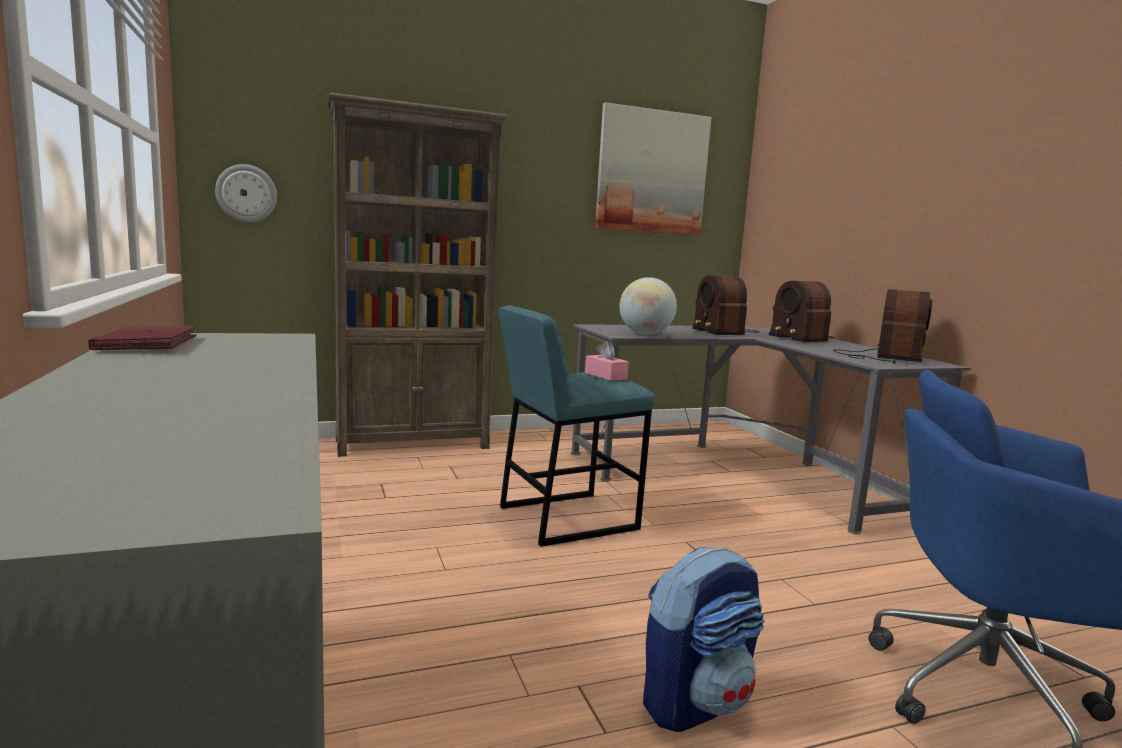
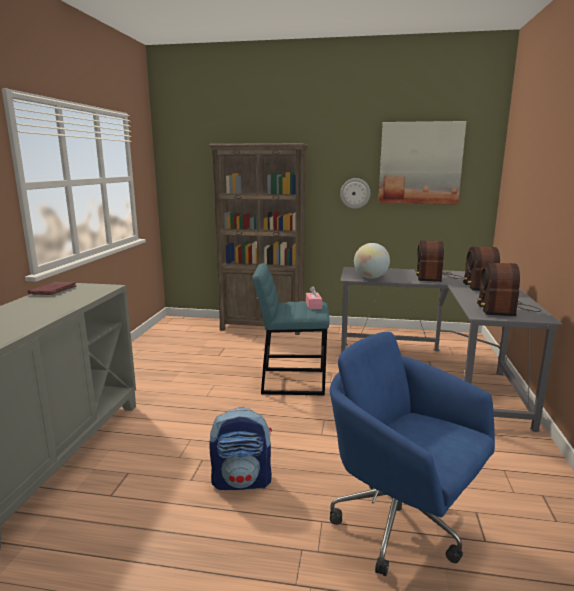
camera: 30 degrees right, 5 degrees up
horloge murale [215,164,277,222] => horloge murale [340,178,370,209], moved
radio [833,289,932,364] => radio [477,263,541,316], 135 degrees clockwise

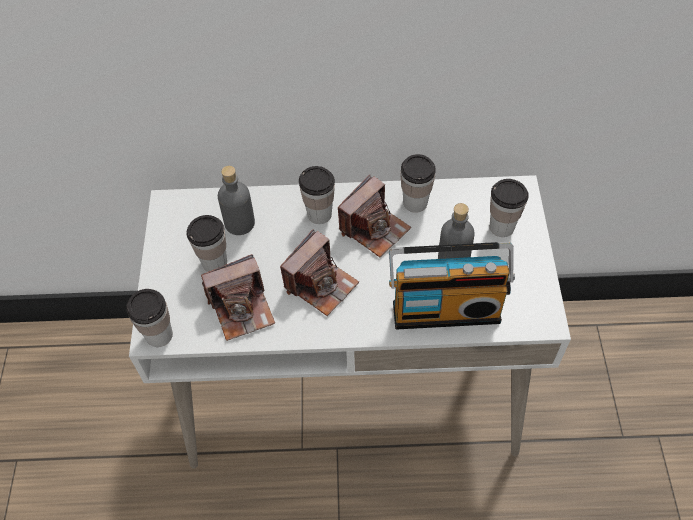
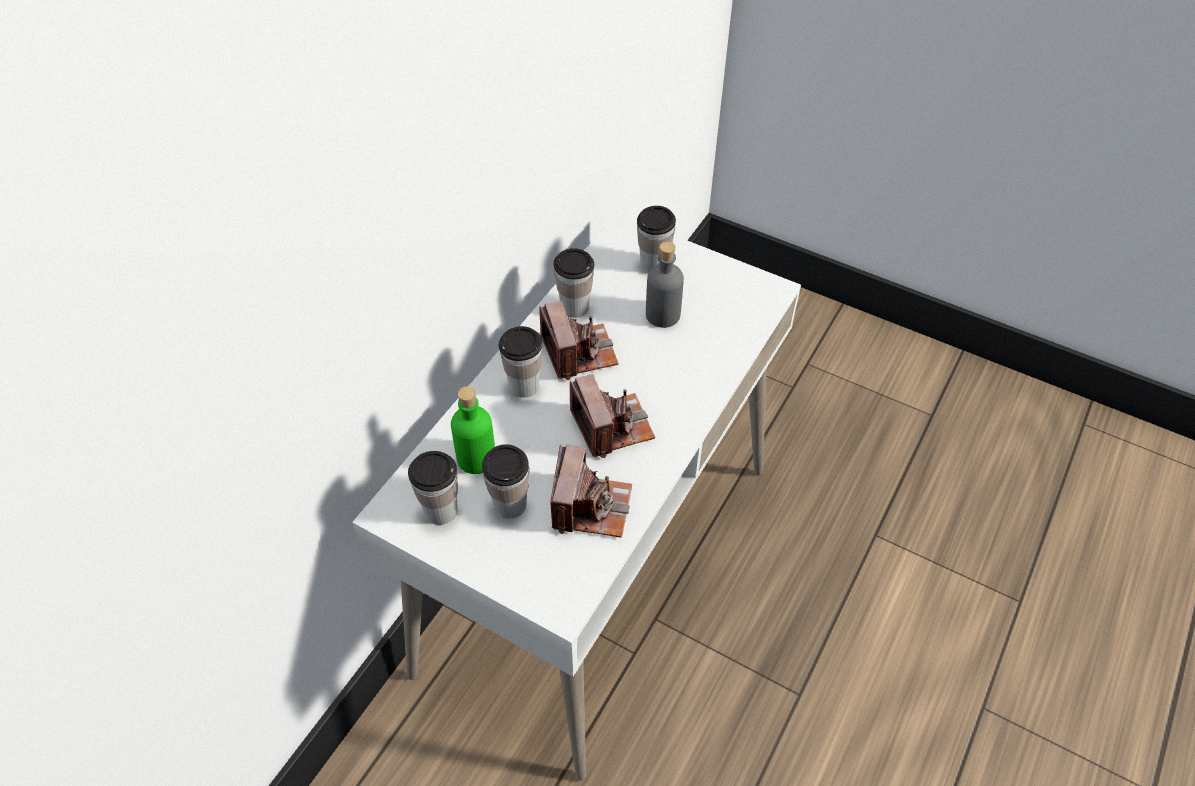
camera: 60 degrees left, 5 degrees down
bouteille/gris [218,166,255,235] => bouteille/vert [451,386,495,474]
radio [389,242,515,330] => nothing
tasse [126,289,173,347] => tasse [408,451,458,525], moved

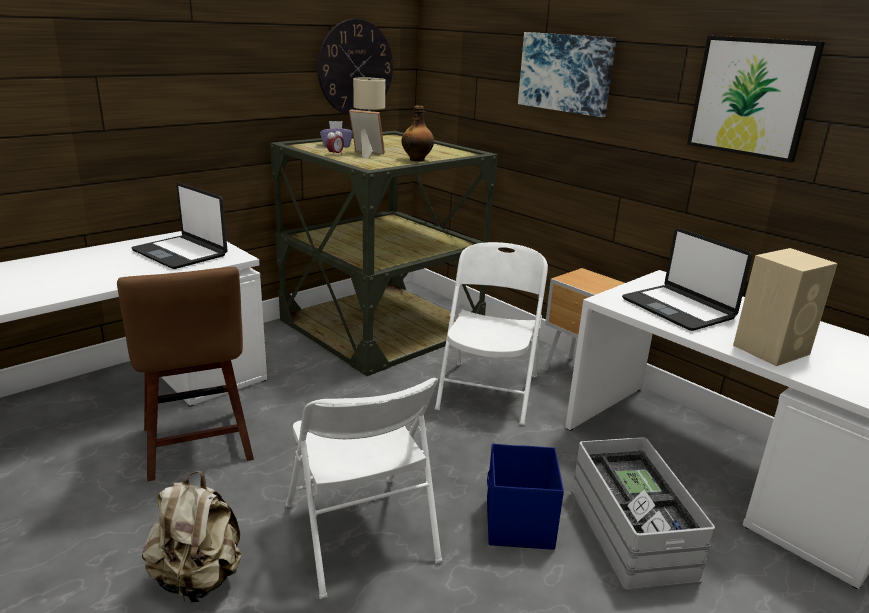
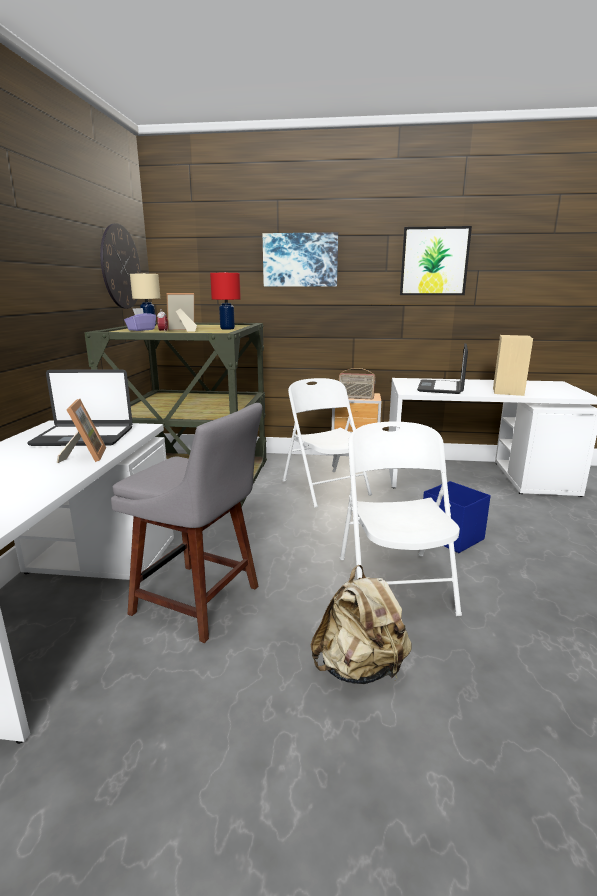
camera: 40 degrees left, 5 degrees down
bouteille [402,106,434,161] => lampe de table/rouge [210,272,241,330]
ordinateur portable [622,228,752,331] => ordinateur portable [417,343,468,394], 90 degrees clockwise
tabouret/marron [117,267,254,482] => tabouret/gris [111,403,262,643]
chaise/blanc [286,378,442,599] => chaise/blanc [340,422,462,616], 120 degrees counterclockwise
boîte de rangement/gris [571,437,715,591] => nothing
nothing => radio [339,368,376,399]
nothing => cadre photo [57,399,106,463]

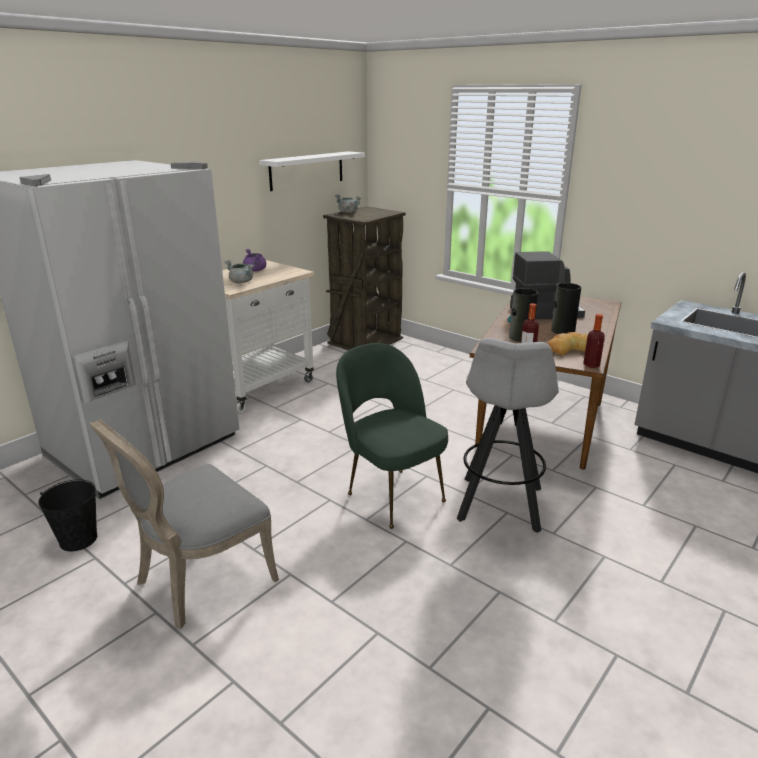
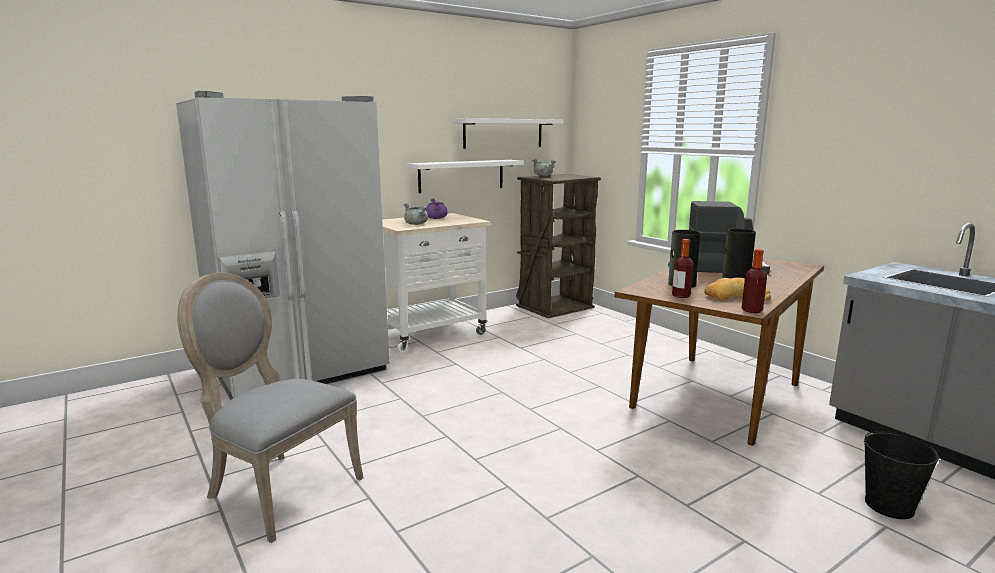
camera: 15 degrees right, 10 degrees down
tabouret/gris [457,338,559,533] => nothing
chaise/vert [336,343,448,529] => nothing
chaise/gris [90,419,279,630] => chaise/gris [177,273,364,543], 60 degrees clockwise
seau/noir [38,479,97,551] => seau/noir [864,431,939,519], moved
nothing => étagère/blanc [408,160,524,193]

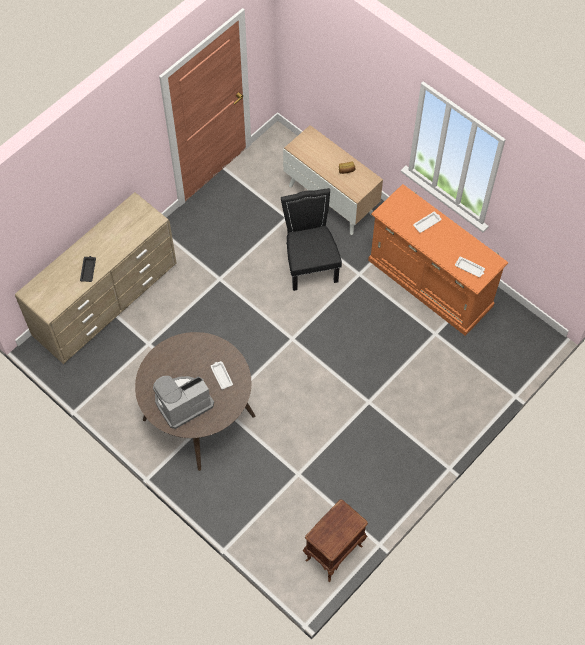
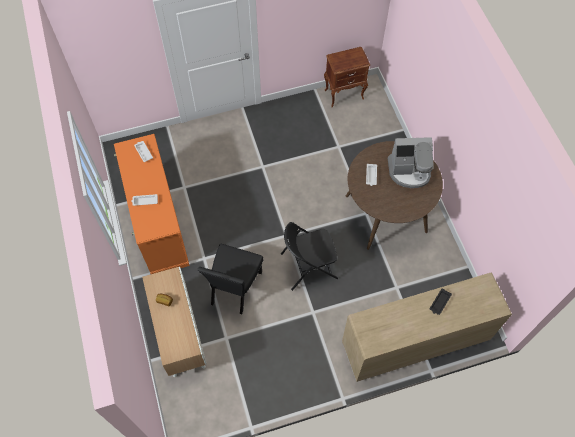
camera: 150 degrees left, 0 degrees up
nothing => chaise/noir [281,222,338,291]

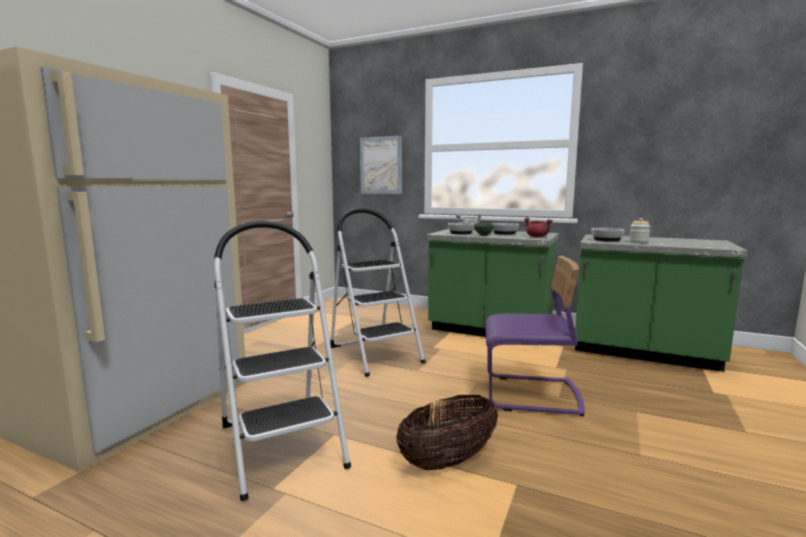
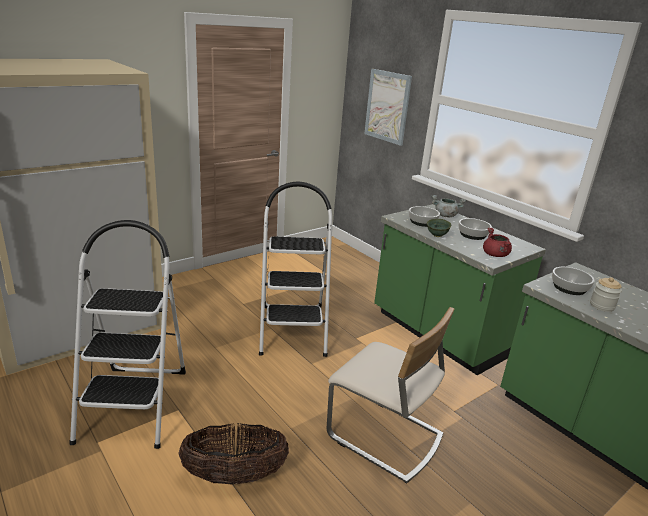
camera: 25 degrees right, 15 degrees up
chaise/violet [485,256,585,416] => chaise/beige [326,307,455,484]

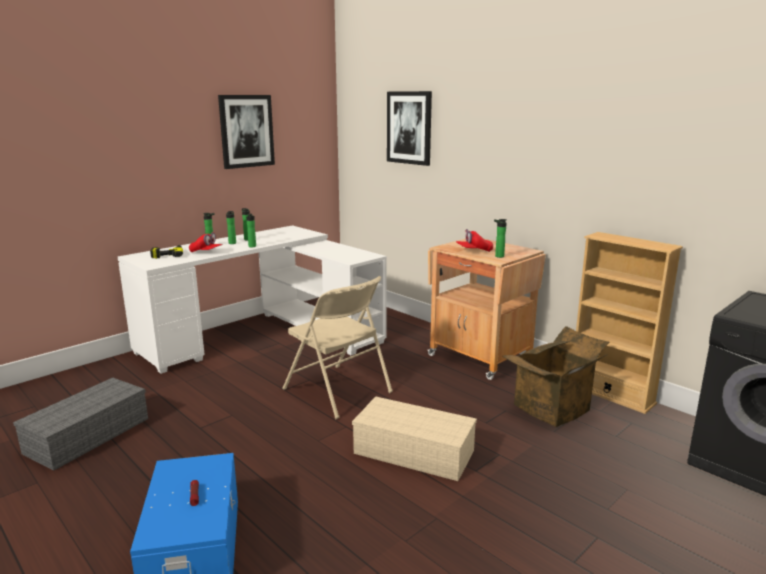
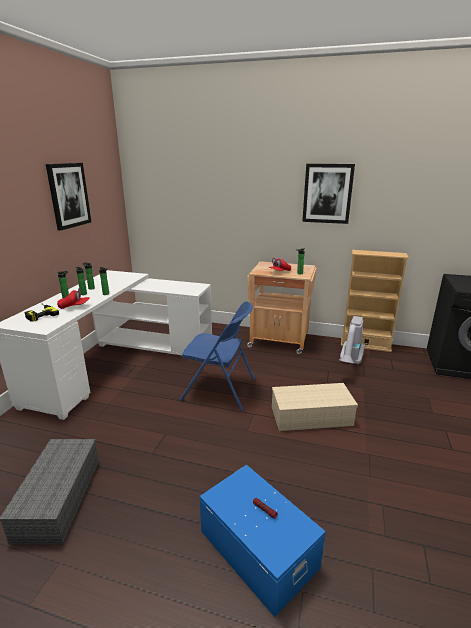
camera: 30 degrees left, 5 degrees up
tableau [387,91,432,166] => tableau [302,164,355,224], moved
chaise/beige [282,276,393,419] => chaise/bleu [180,301,255,411]
carton [502,326,609,427] => aspirateur [339,316,365,365]

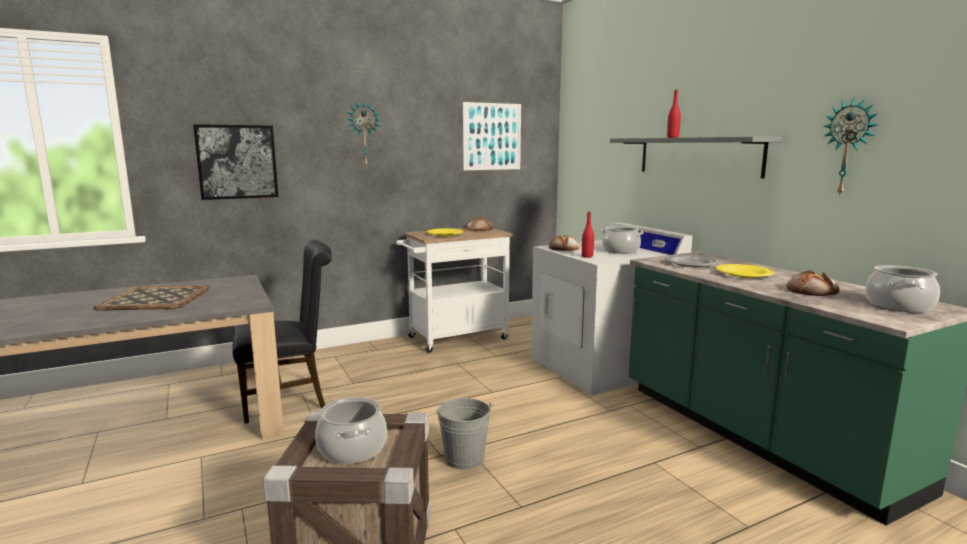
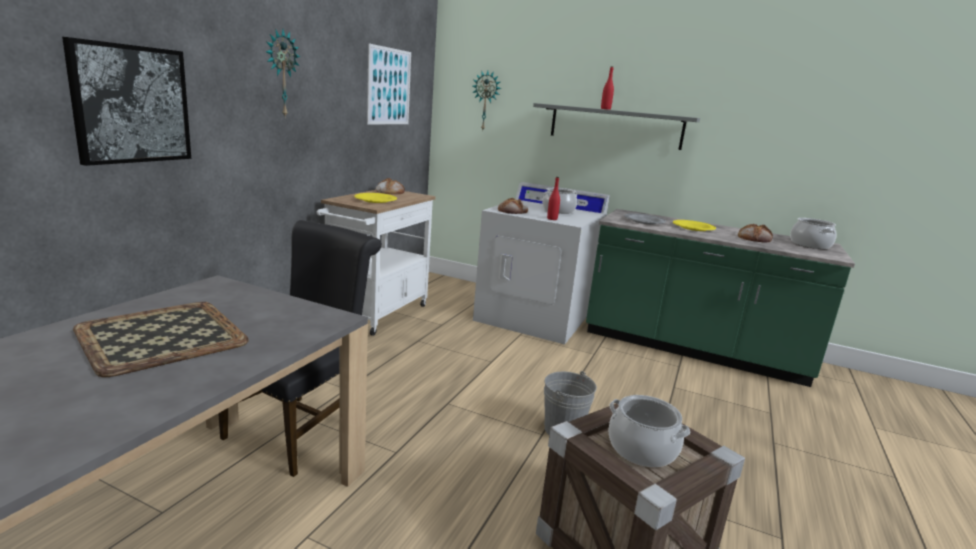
camera: 40 degrees left, 5 degrees up
horloge murale [823,97,878,197] => horloge murale [472,71,501,129], moved

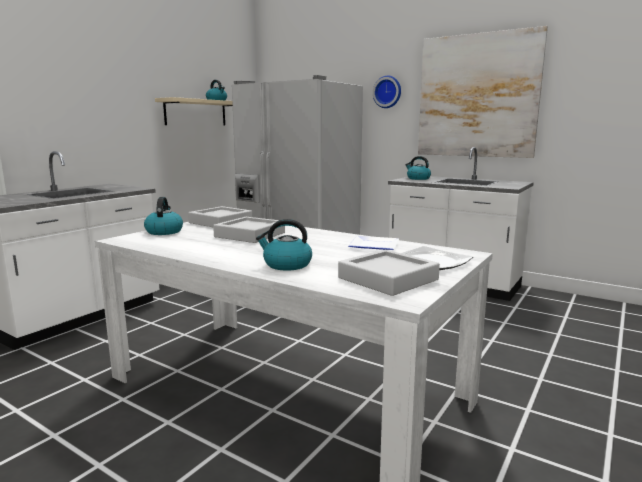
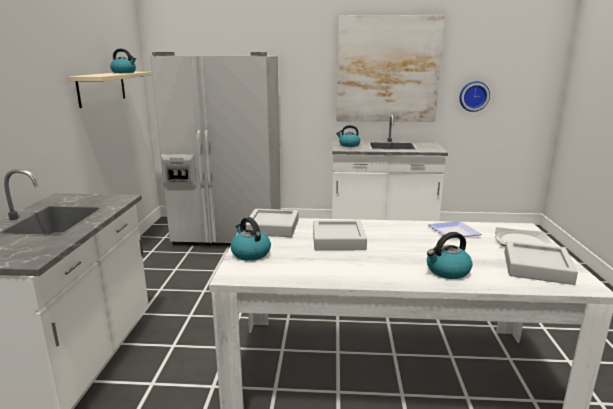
camera: 30 degrees left, 5 degrees up
horloge murale [373,76,401,108] => horloge murale [459,81,490,112], moved

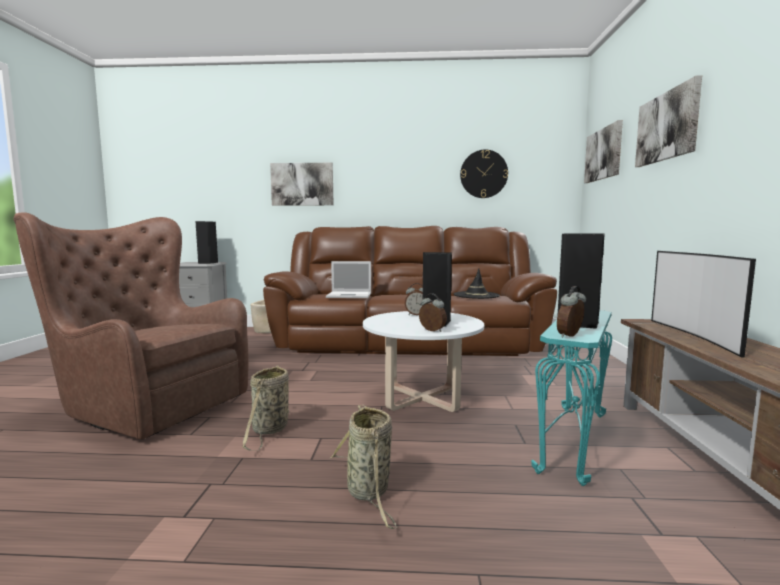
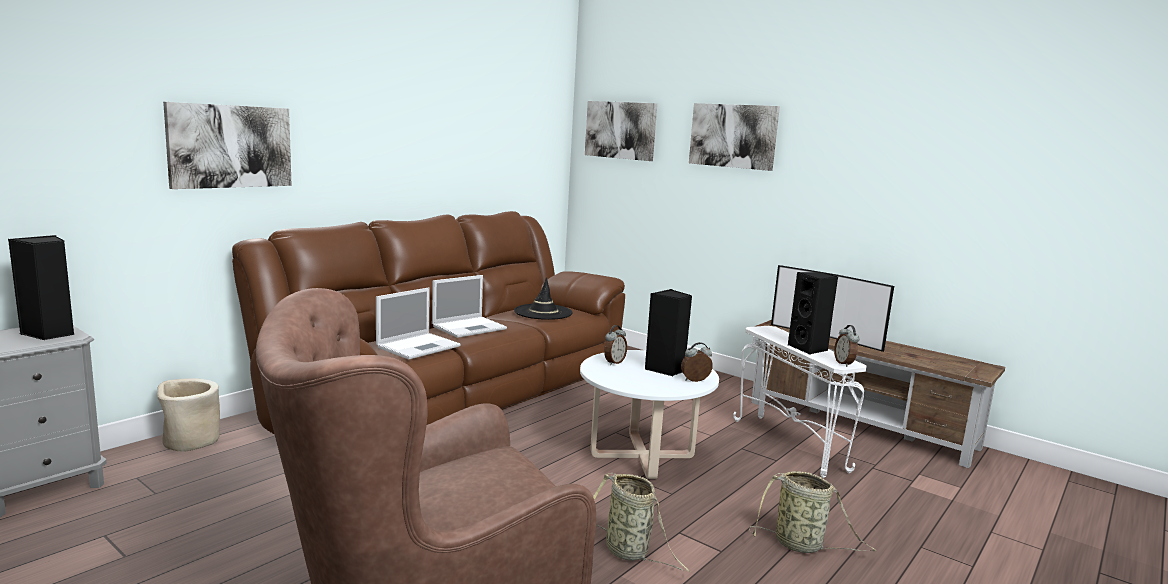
camera: 55 degrees left, 5 degrees up
horloge murale [460,150,508,198] => nothing
table d'appoint/turquoise [531,310,612,486] => table d'appoint/blanc [733,326,867,478]
nothing => ordinateur portable [432,275,507,338]

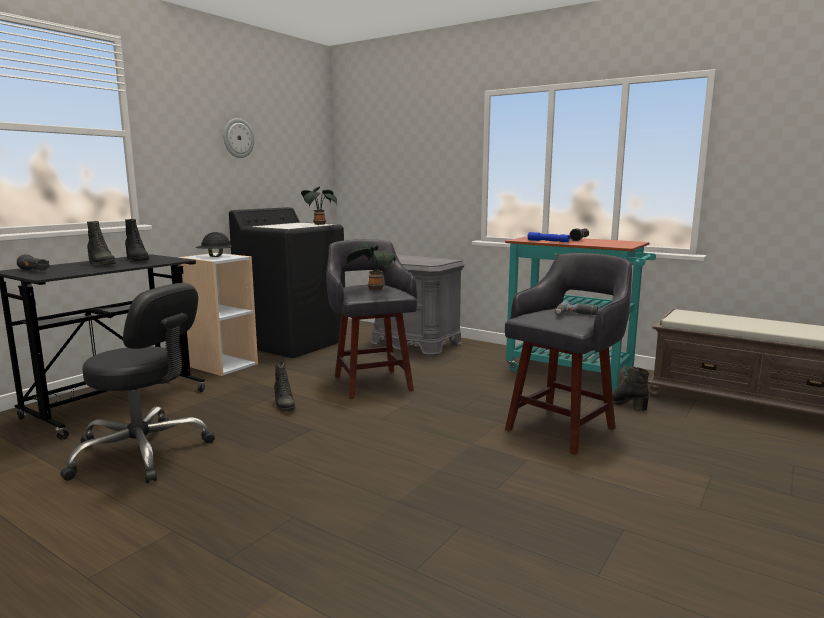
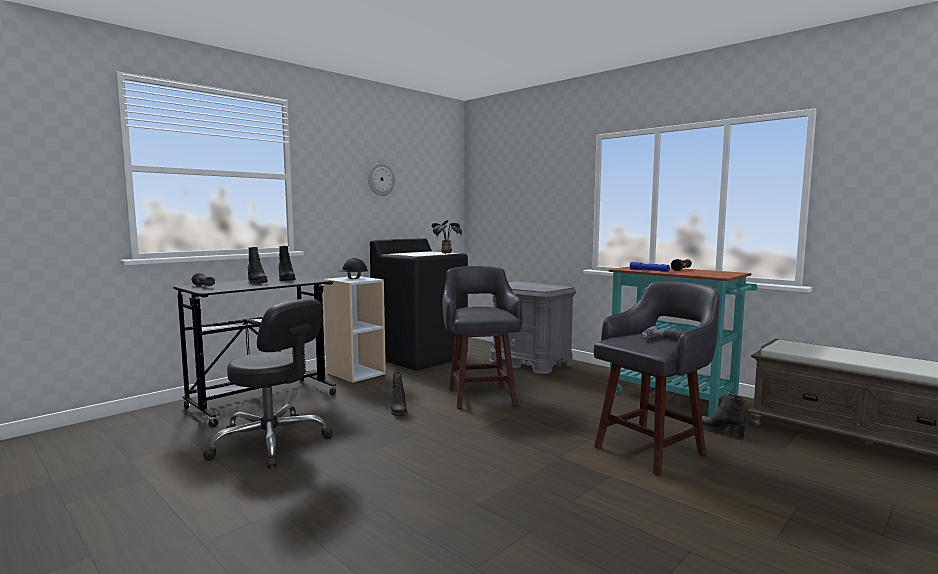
camera: 10 degrees right, 5 degrees down
plante en pot [346,242,396,291] => nothing

